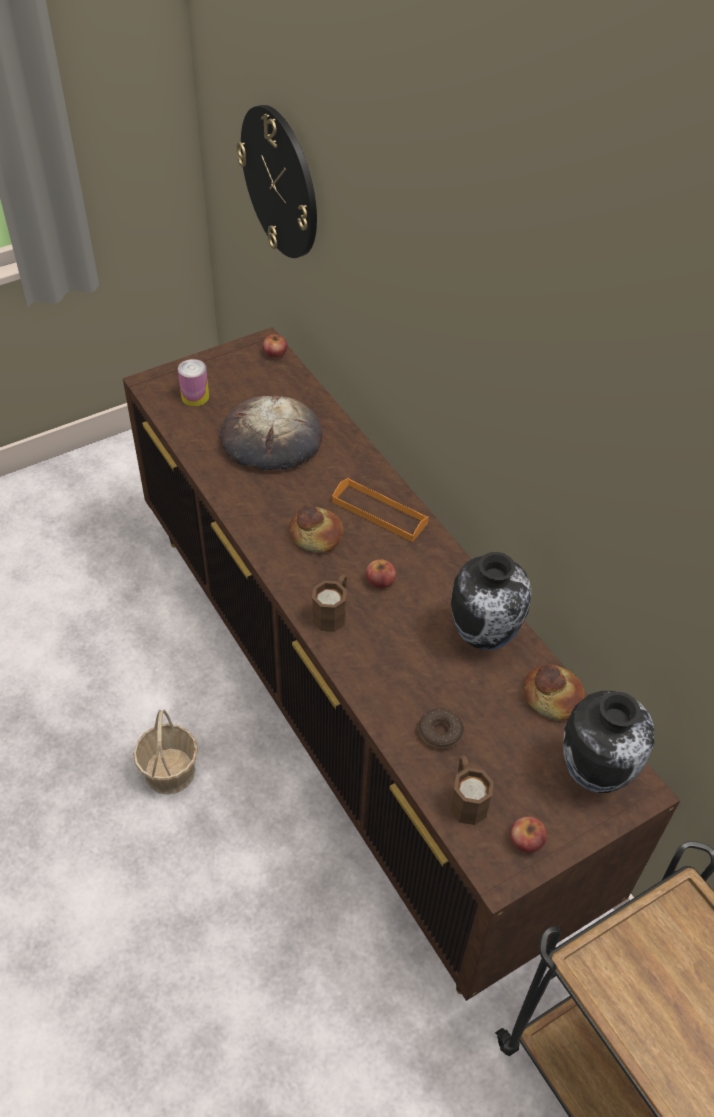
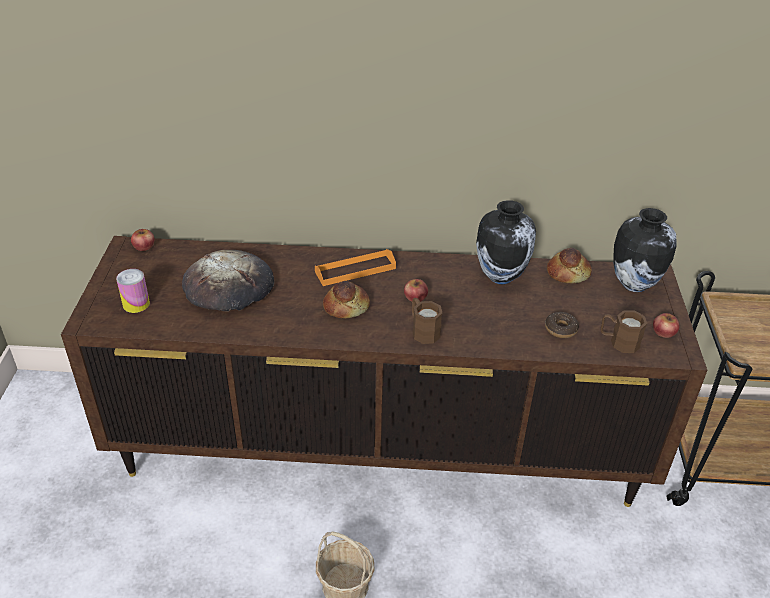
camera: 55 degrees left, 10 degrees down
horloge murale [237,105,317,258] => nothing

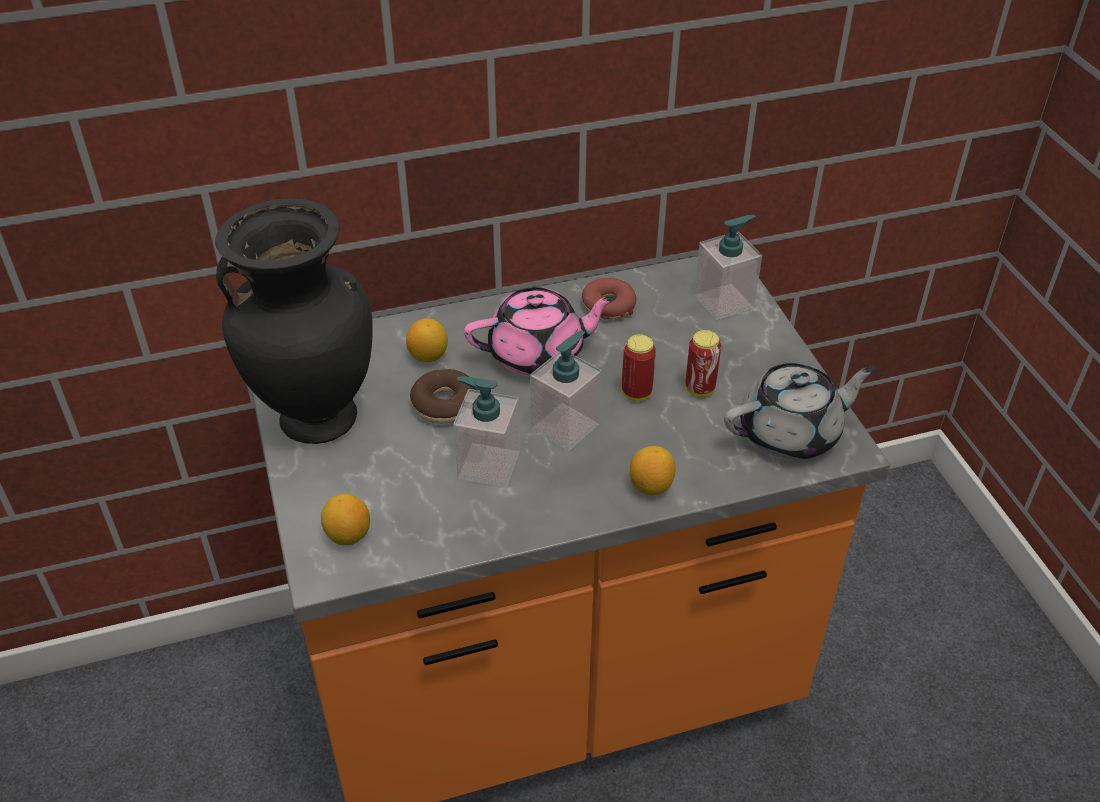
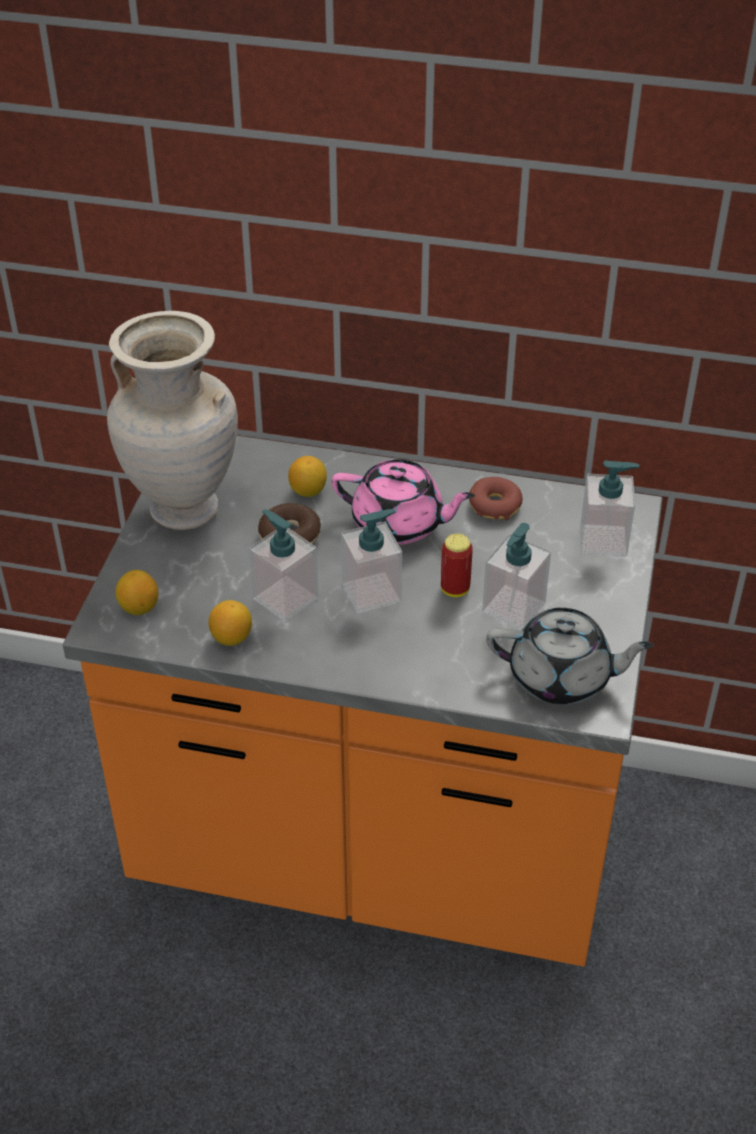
camera: 30 degrees right, 0 degrees up
vase/noir [215,198,373,444] => vase/beige [107,311,238,530]
boîte métallique [685,330,721,397] => distributeur de savon [482,523,551,630]
citron [630,446,676,496] => citron [208,600,252,646], moved

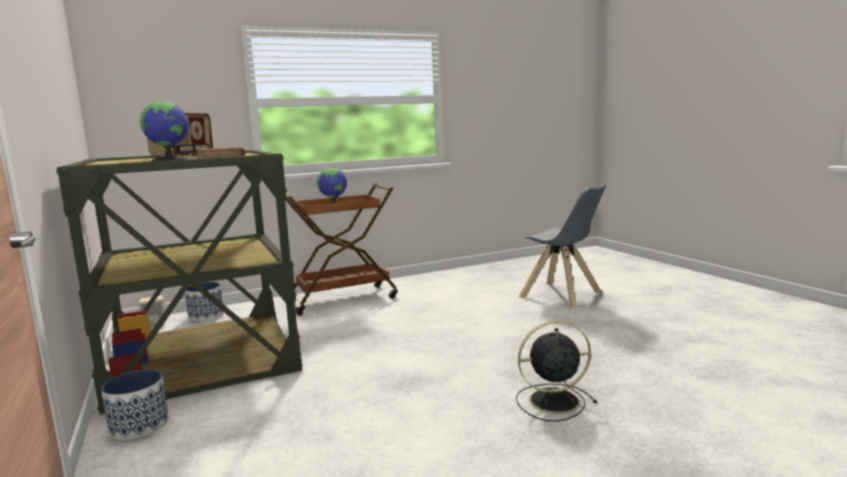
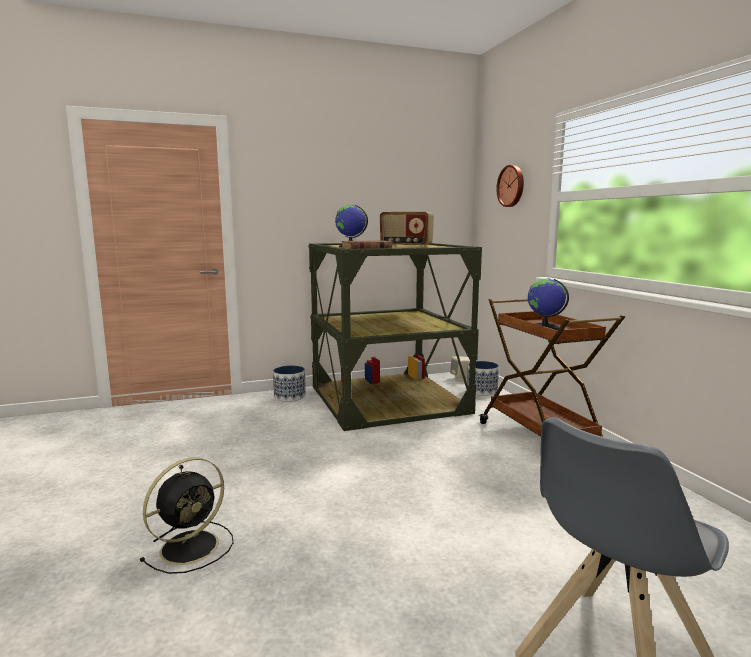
camera: 95 degrees right, 0 degrees up
ventilateur/noir [516,320,597,422] => ventilateur/noir [140,458,234,574], 45 degrees clockwise
nothing => horloge murale [496,165,524,207]

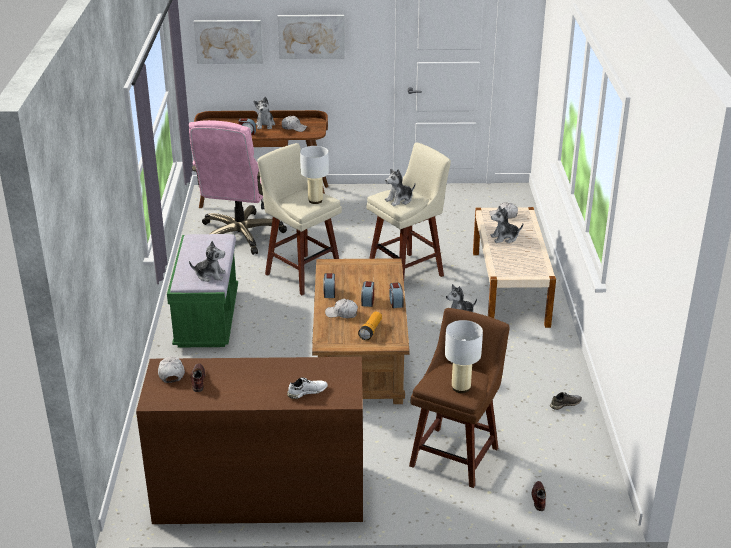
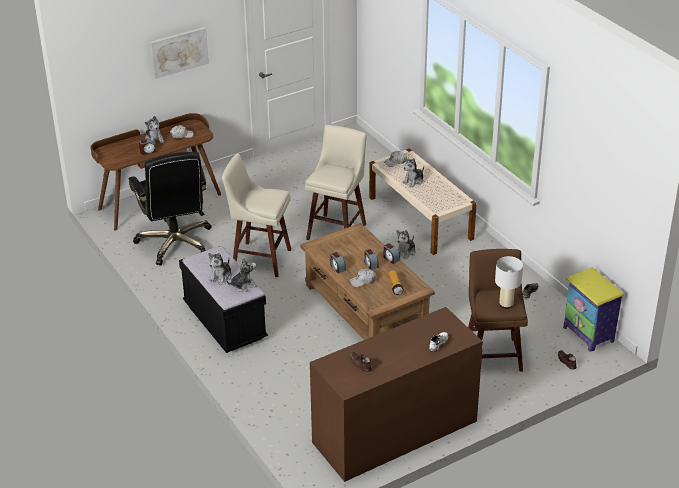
camera: 30 degrees left, 5 degrees up
tableau [194,20,263,64] => nothing
chaise de bureau/rose [189,120,287,255] => chaise de bureau/noir [128,152,212,266]
lampe de table/blanc [300,146,329,204] => nothing
peluche [385,169,416,206] => peluche [209,253,232,285], moved
banc/vert [167,234,238,347] => banc/noir [179,246,268,353]
casquette/blanc [158,357,185,383] => nothing
nothing => table de chevet [563,267,624,352]

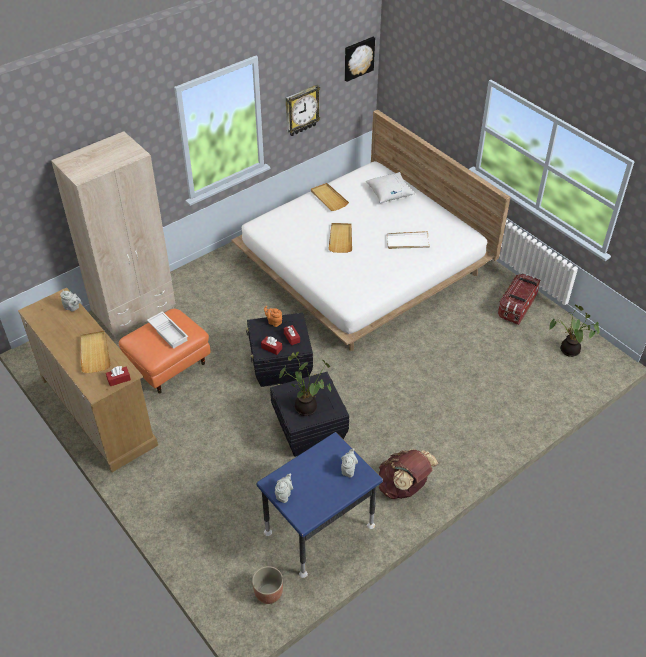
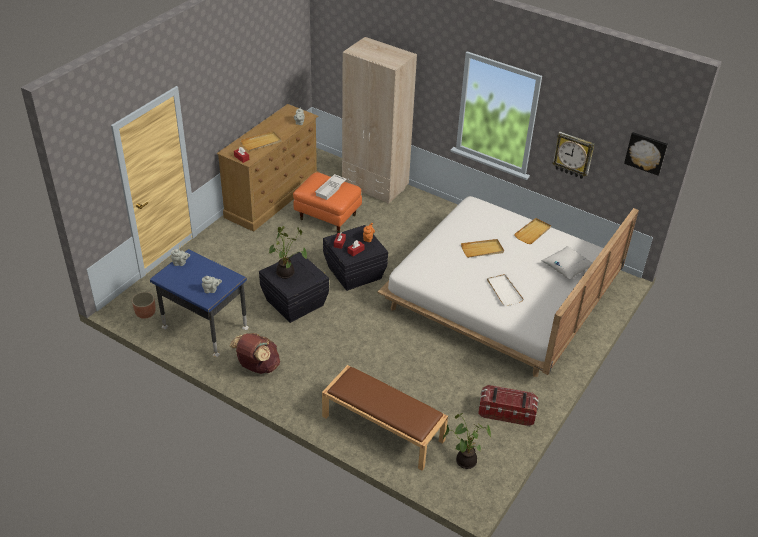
camera: 70 degrees right, 5 degrees down
nothing => banc/marron [322,365,448,471]

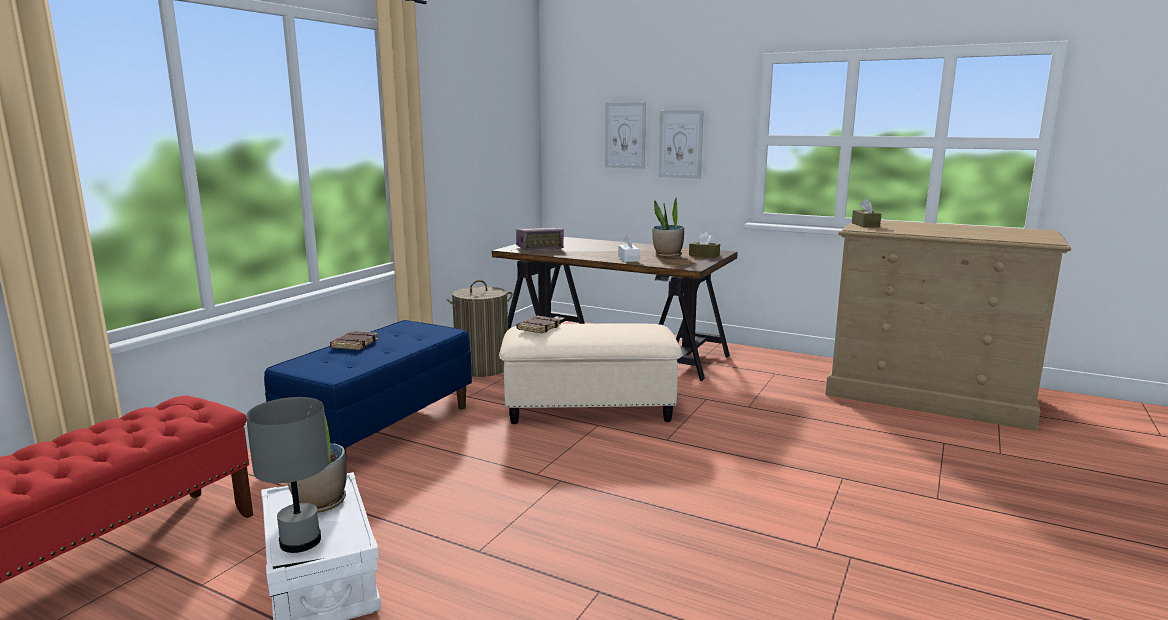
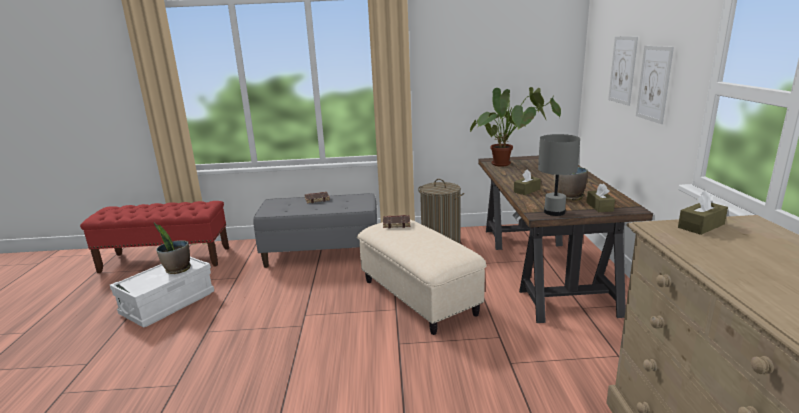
camera: 60 degrees right, 5 degrees up
radio [516,228,564,250] => plante en pot [470,87,561,167]
boîte à mouchoirs/blanc [618,235,639,262] => boîte à mouchoirs/marron [514,169,541,195]
banc/bleu [264,320,472,469] => banc/gris [253,193,377,268]
lampe de table/gris [246,397,329,553] => lampe de table/gris [538,134,580,216], moved

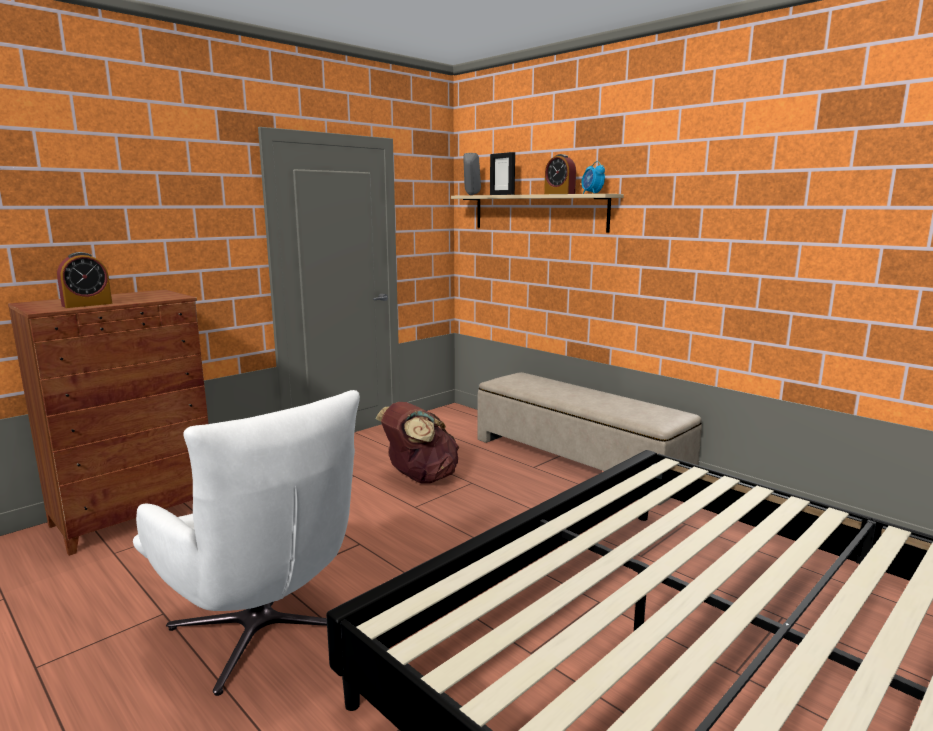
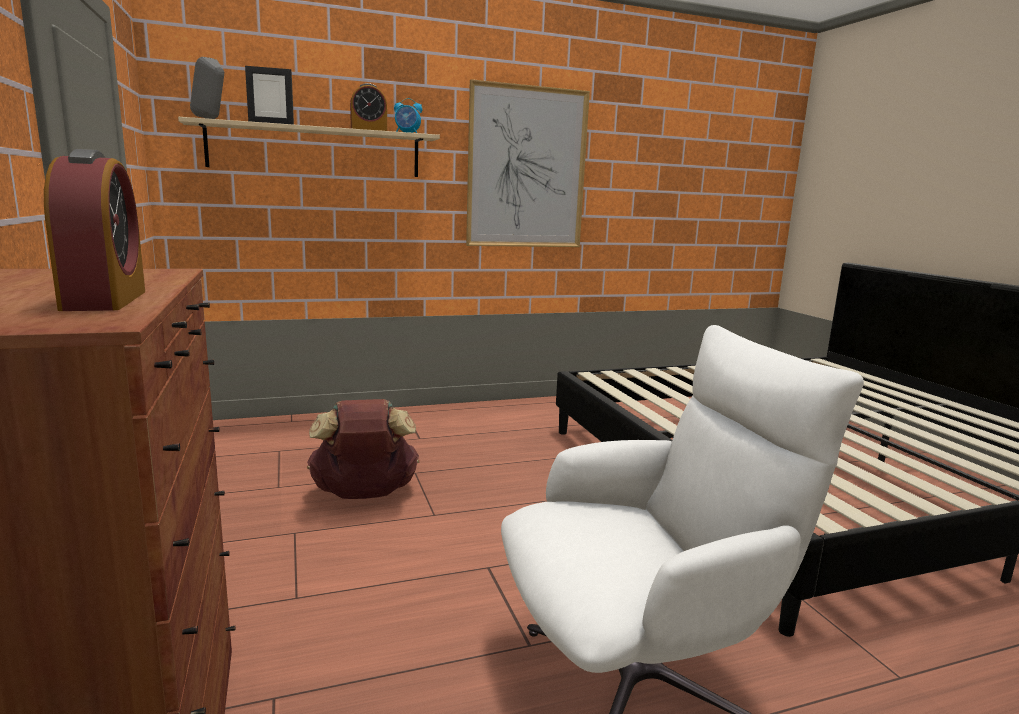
camera: 65 degrees left, 0 degrees up
banc/beige [477,372,702,505] => nothing
nothing => tableau [466,79,590,247]

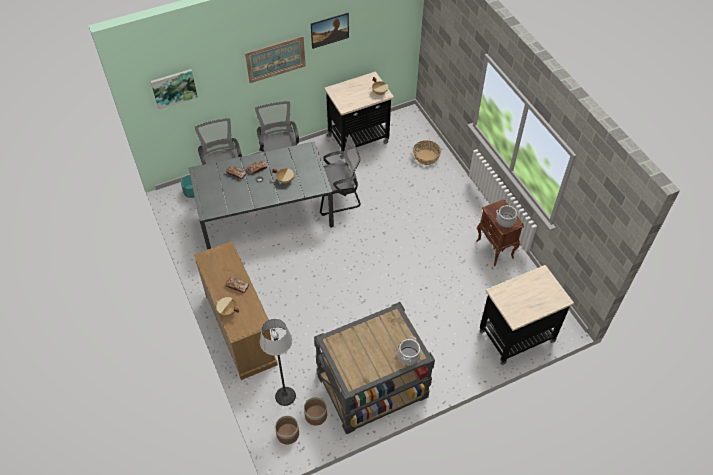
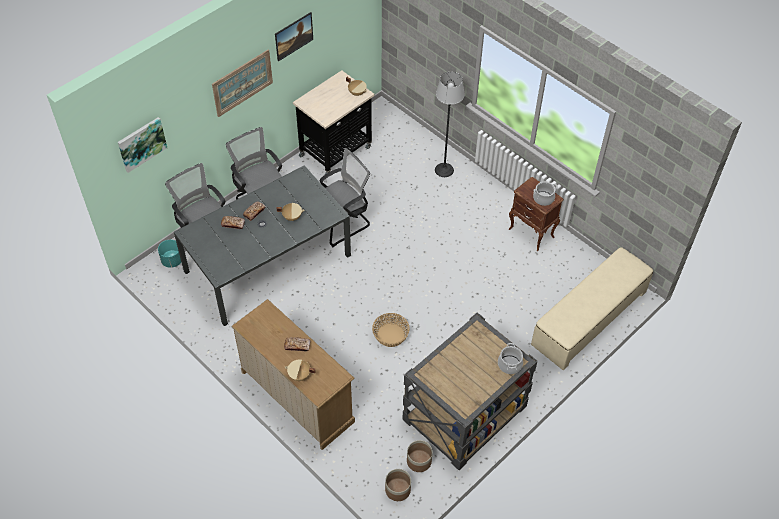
camera: 20 degrees left, 0 degrees up
panier [413,140,441,165] => panier [372,313,410,347], moved
chariot/noir [480,265,574,365] => banc/beige [531,247,653,370]
lampadaire [260,319,296,406] => lampadaire [435,72,465,177], moved

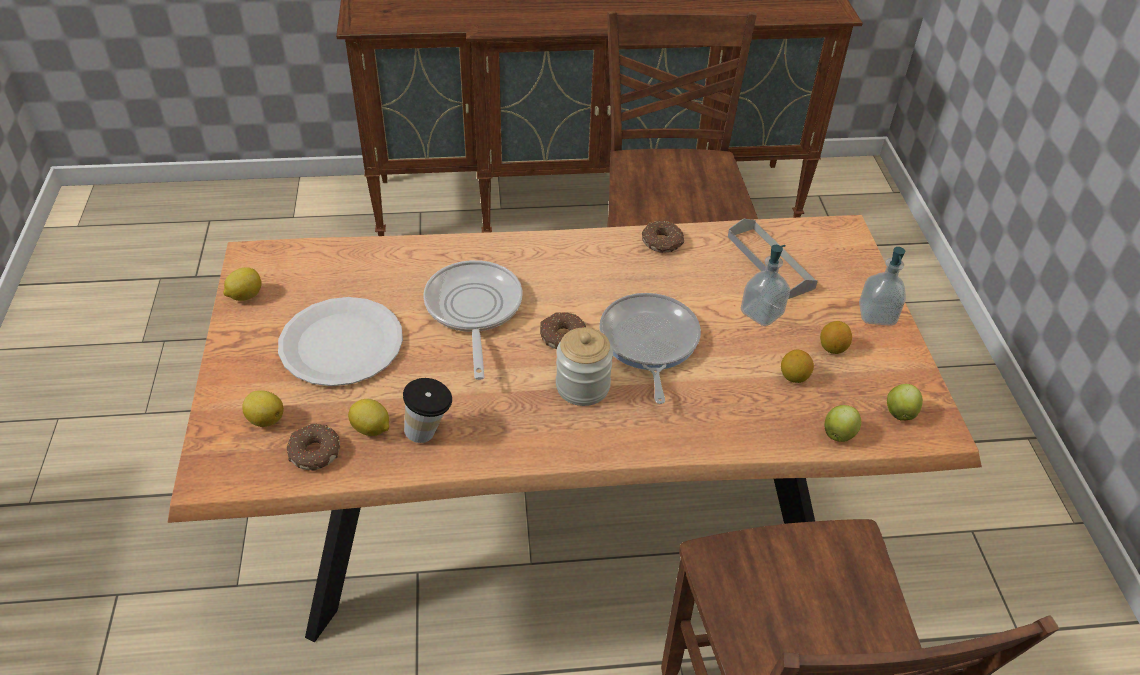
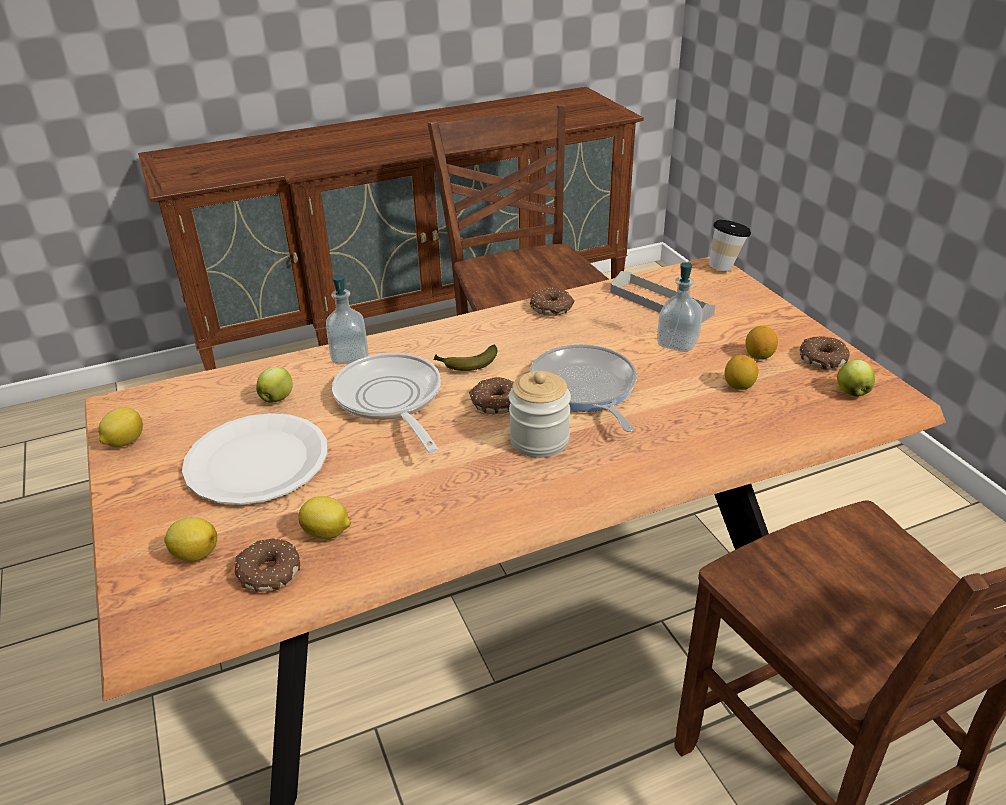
camera: 15 degrees left, 10 degrees down
distributeur de savon [859,247,906,326] => distributeur de savon [326,275,369,364], moved
tasse [403,378,452,443] => tasse [708,220,751,271], moved
pomme [825,405,861,442] => pomme [256,367,293,403], moved
nothing => beignet [800,336,850,369]
nothing => banane [433,345,497,371]

